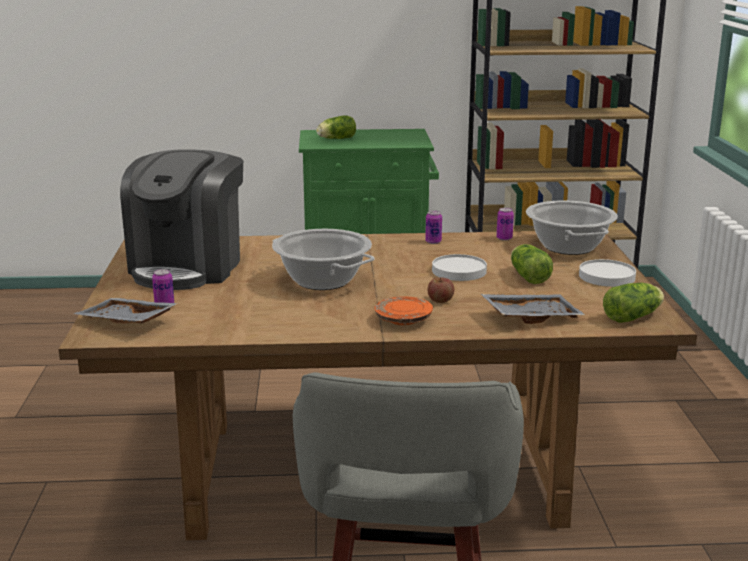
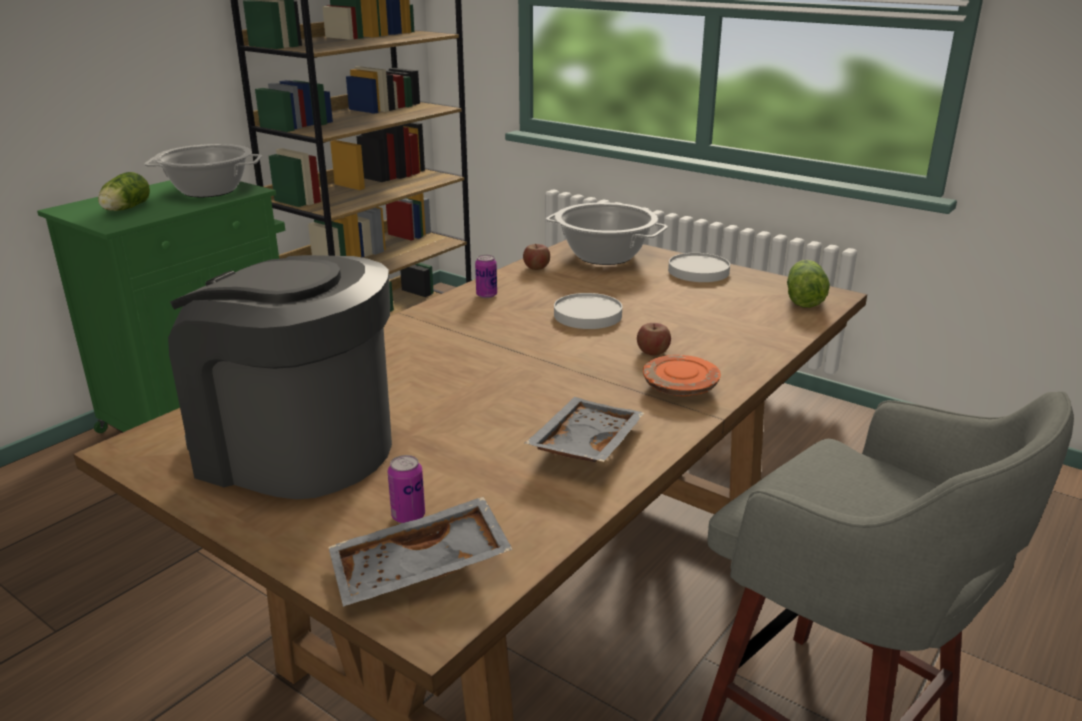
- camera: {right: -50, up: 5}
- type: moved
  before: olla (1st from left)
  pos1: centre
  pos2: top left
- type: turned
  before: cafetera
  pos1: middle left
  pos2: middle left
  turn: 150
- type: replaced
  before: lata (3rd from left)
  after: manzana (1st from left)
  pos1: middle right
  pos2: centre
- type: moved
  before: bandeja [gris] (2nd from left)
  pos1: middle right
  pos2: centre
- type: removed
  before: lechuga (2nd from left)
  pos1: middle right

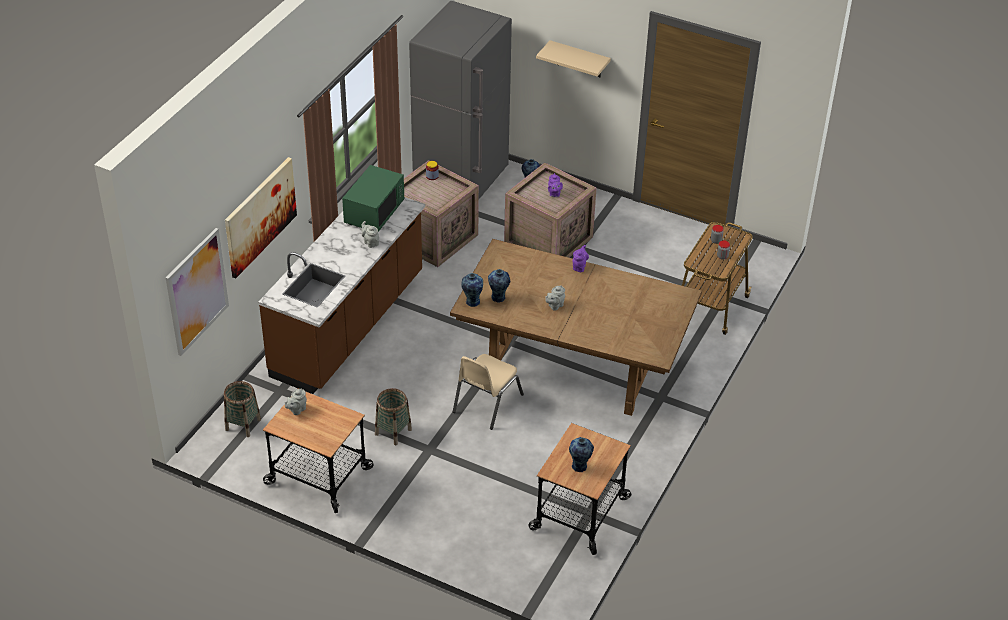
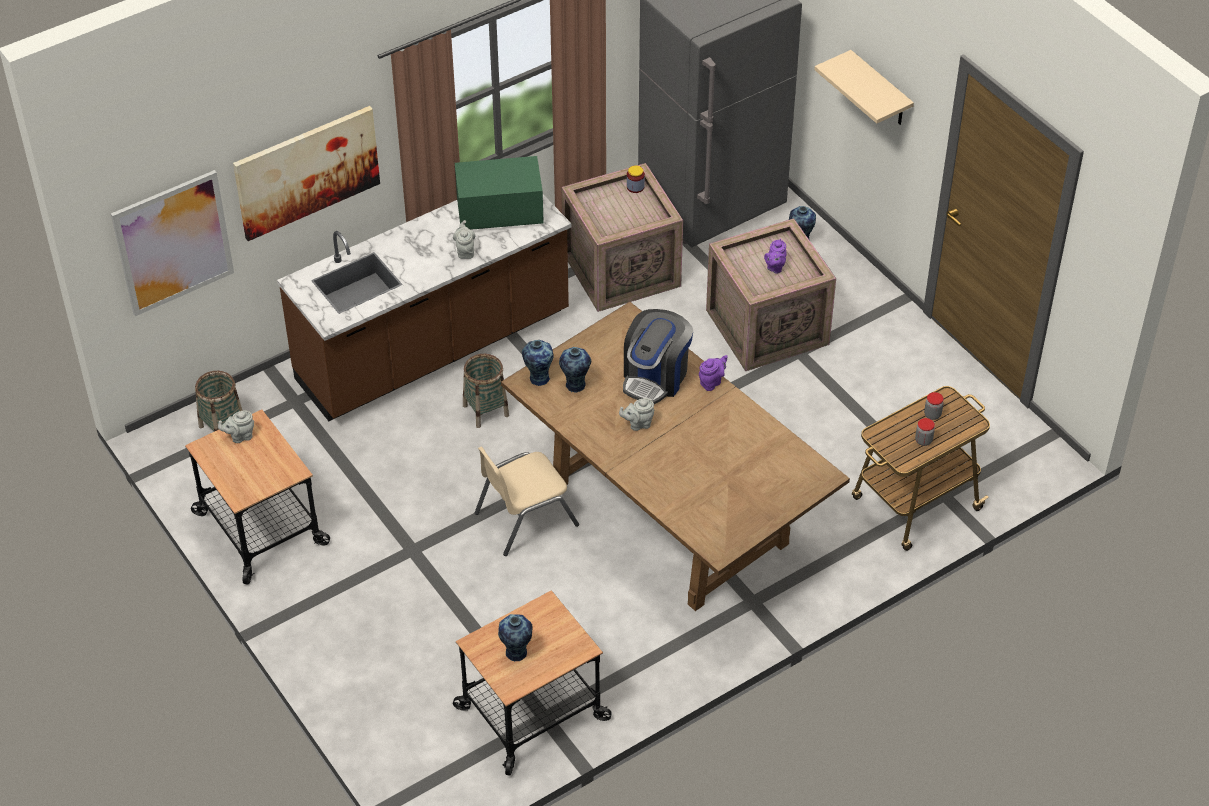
- camera: {right: 30, up: 5}
- type: turned
  before: microondas [verde]
  pos1: top centre
  pos2: top centre
  turn: -150
- type: moved
  before: cesta (2nd from left)
  pos1: bottom centre
  pos2: centre
- type: added
  after: cafetera
  pos2: centre

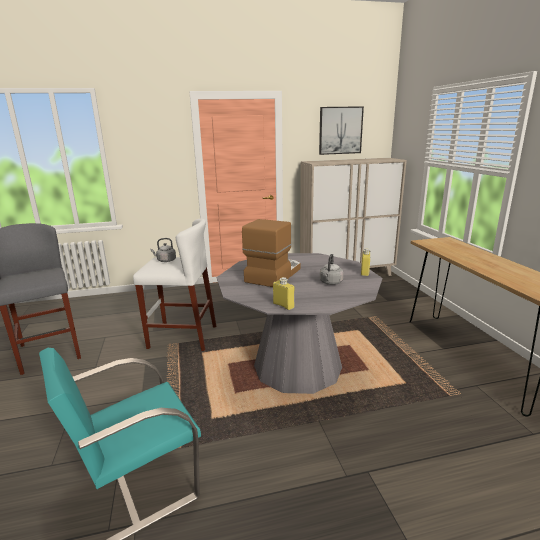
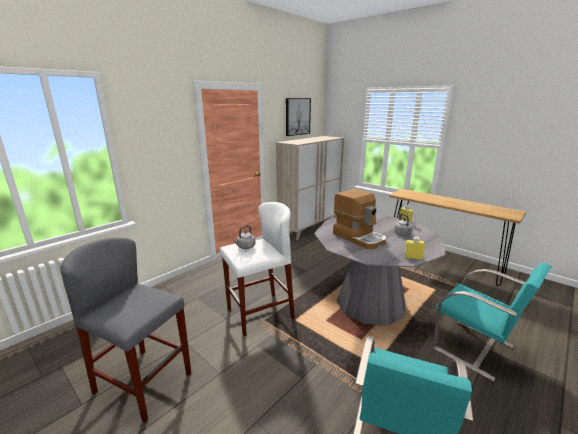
- camera: {right: -35, up: 0}
- type: turned
  before: cafetera
  pos1: centre
  pos2: centre
  turn: 150
- type: added
  after: silla [turquesa] (2nd from left)
  pos2: bottom right

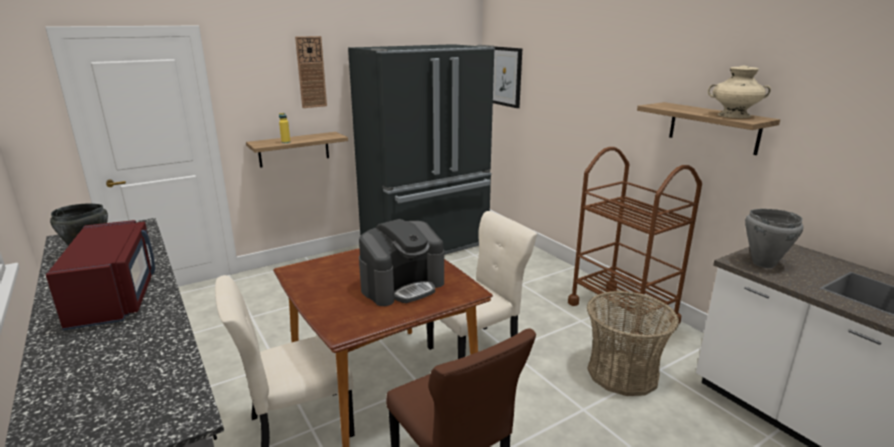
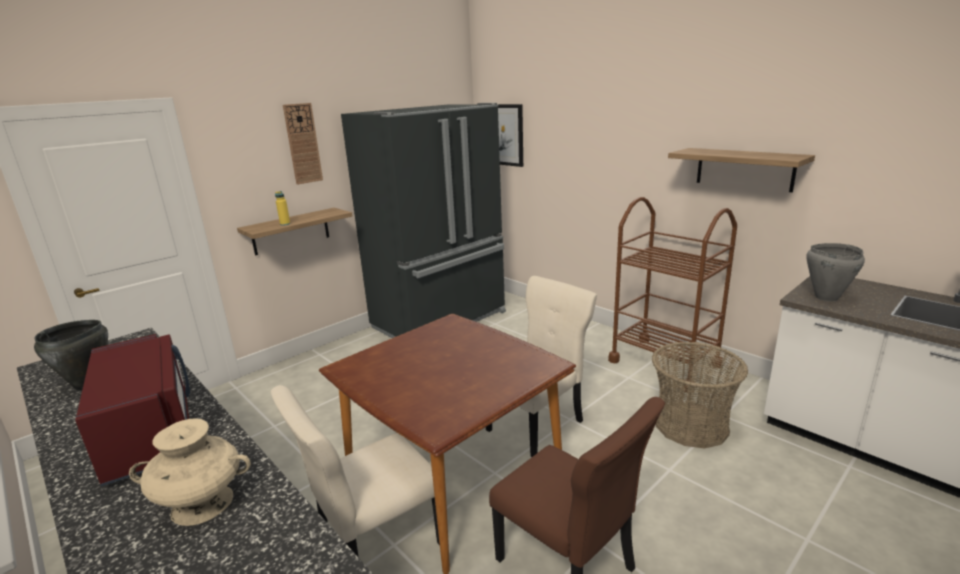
- camera: {right: -10, up: 0}
- type: moved
  before: florero [beis]
  pos1: top right
  pos2: bottom left
- type: removed
  before: cafetera
  pos1: centre

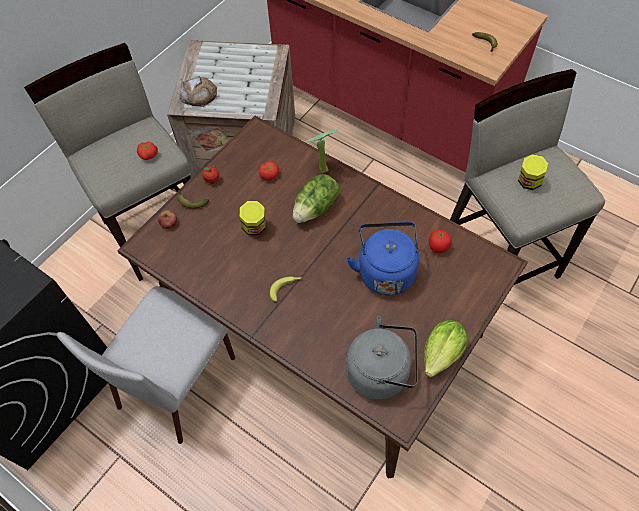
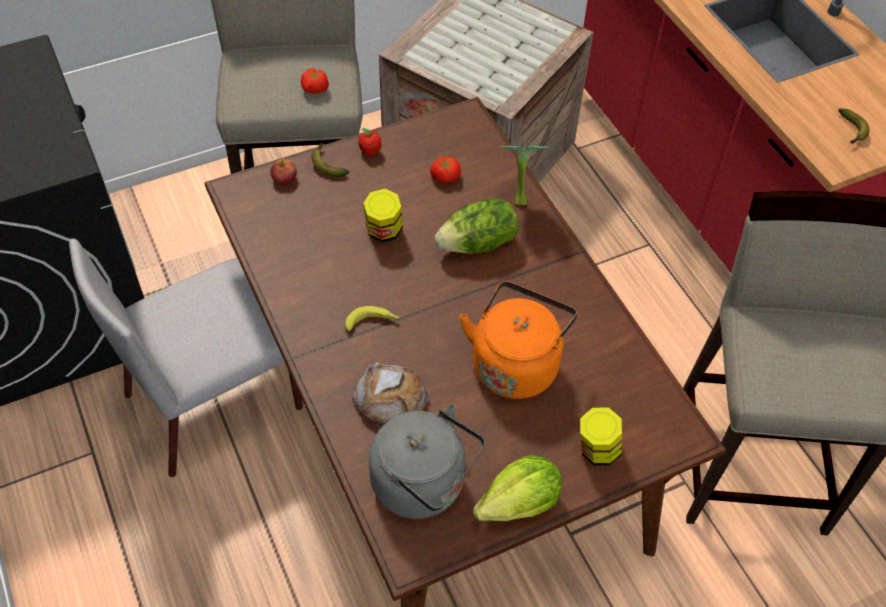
- camera: {right: 25, up: -5}
- type: moved
  before: pan
  pos1: top left
  pos2: centre
- type: recoloured
  before: hervidor [azul]
  after: hervidor [naranja]
  pos1: centre
  pos2: centre
- type: moved
  before: tarro (2nd from left)
  pos1: middle right
  pos2: bottom right
- type: removed
  before: tomate (3rd from left)
  pos1: middle right

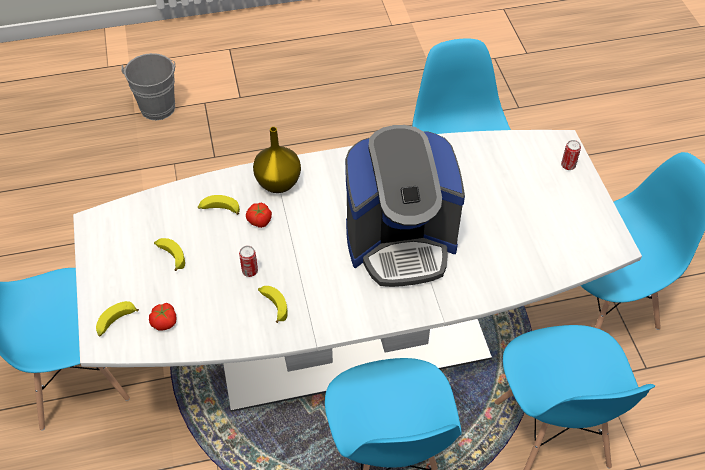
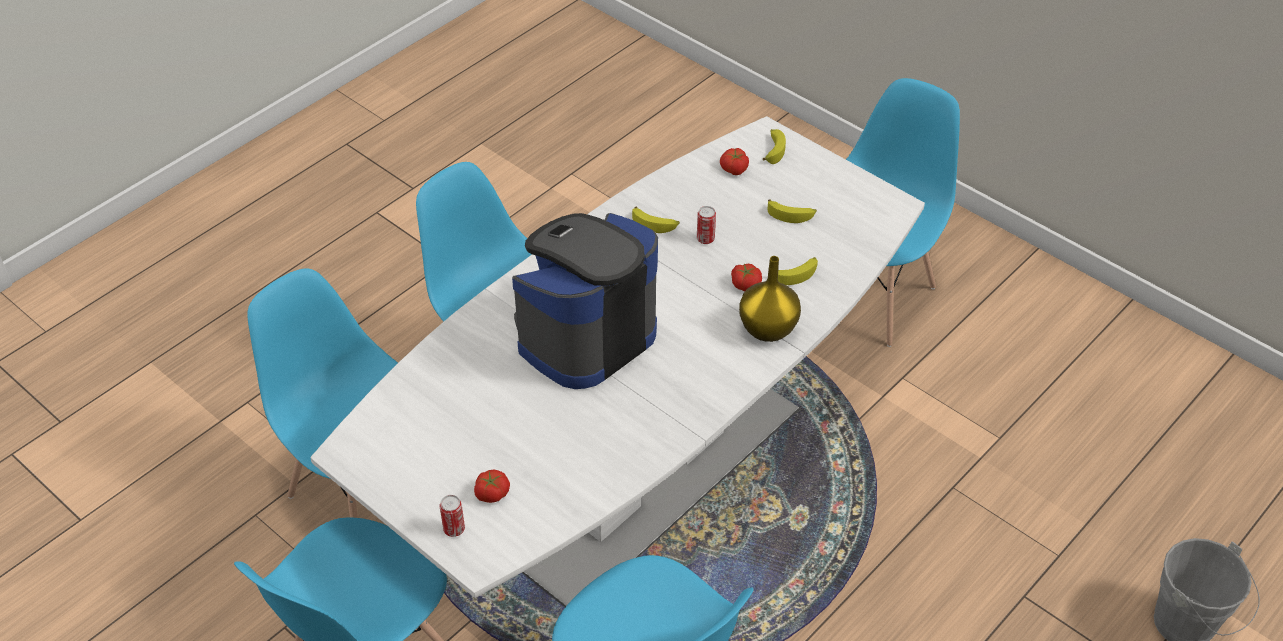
- camera: {right: 145, up: -5}
- type: added
  after: tomate (1st from left)
  pos2: bottom centre

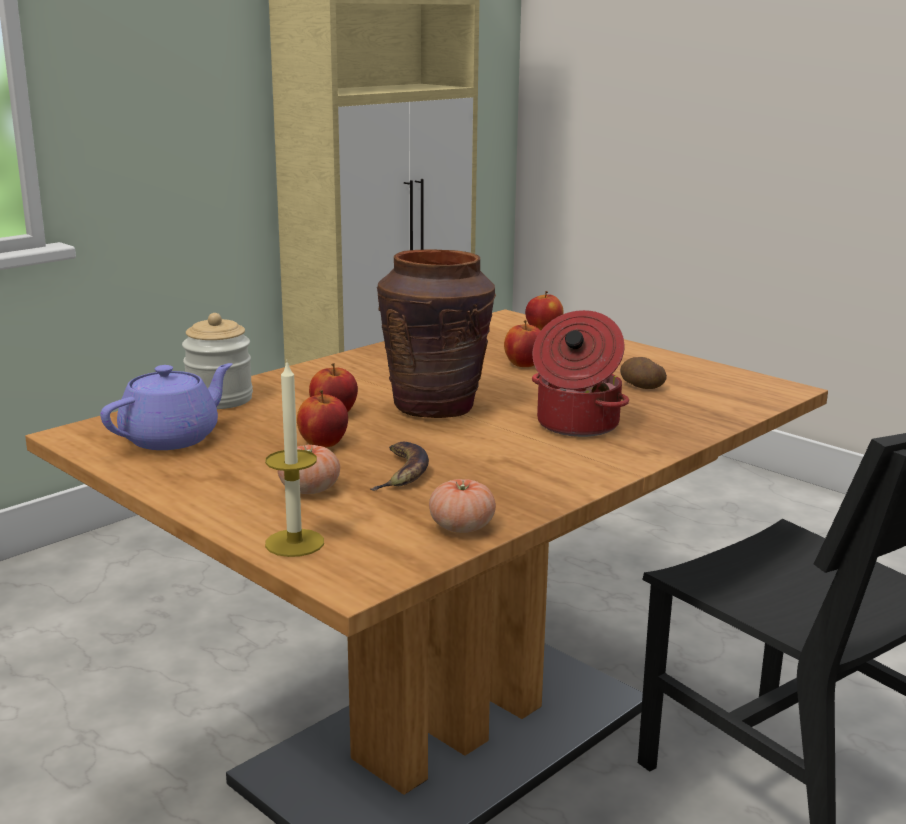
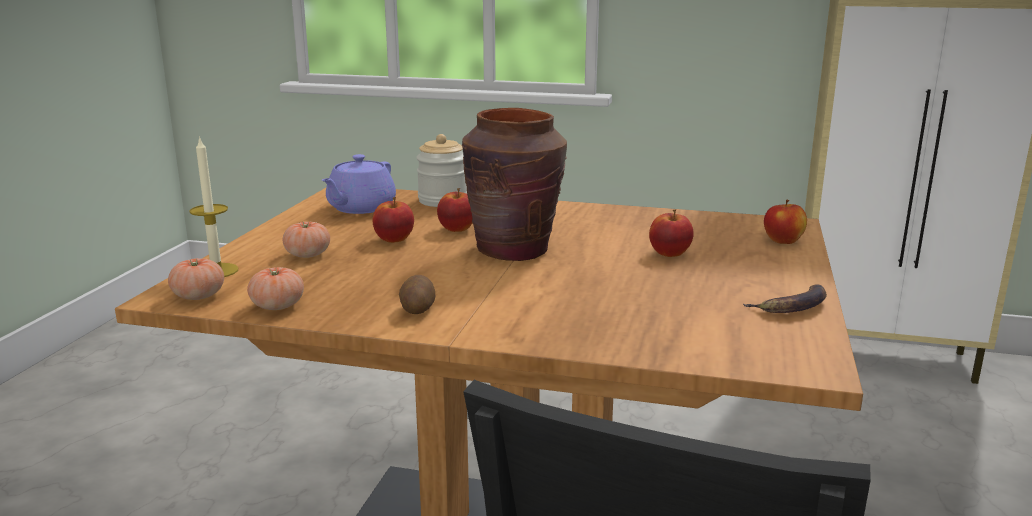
- camera: {right: 60, up: 0}
- type: added
  after: tomate (1st from left)
  pos2: middle left
- type: turned
  before: tetera [morado]
  pos1: middle left
  pos2: centre
  turn: 105
- type: moved
  before: patata
  pos1: middle right
  pos2: centre
- type: moved
  before: plátano
  pos1: centre
  pos2: middle right
- type: removed
  before: olla
  pos1: centre

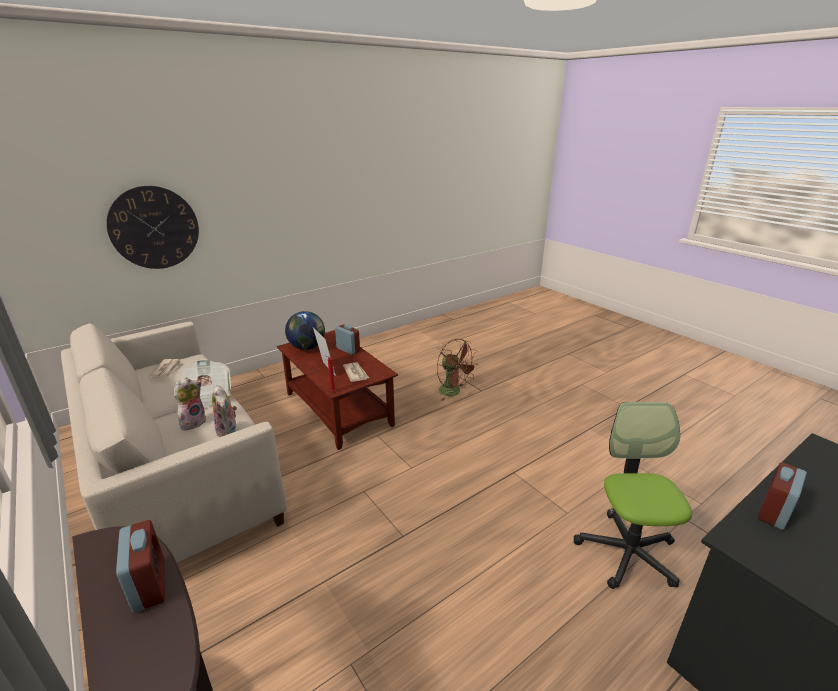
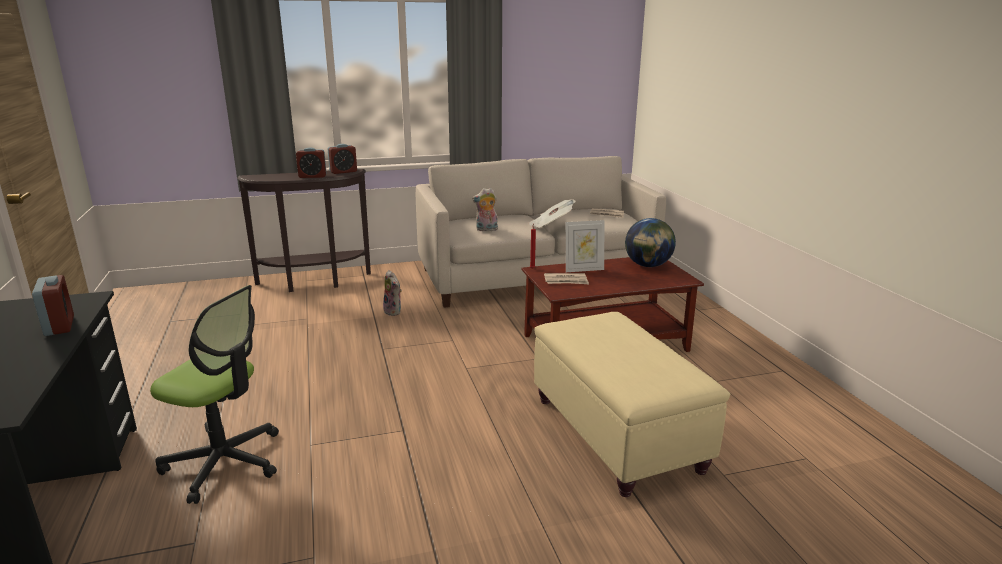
- camera: {right: 110, up: -5}
- type: moved
  before: despertador (2nd from left in the first image)
  after: despertador (3rd from left)
  pos1: centre
  pos2: top centre
- type: moved
  before: peluche (1st from left)
  pos1: middle left
  pos2: centre
- type: replaced
  before: ventilador [marrón]
  after: puf [beis]
  pos1: centre
  pos2: bottom centre
- type: removed
  before: reloj de pared
  pos1: top left

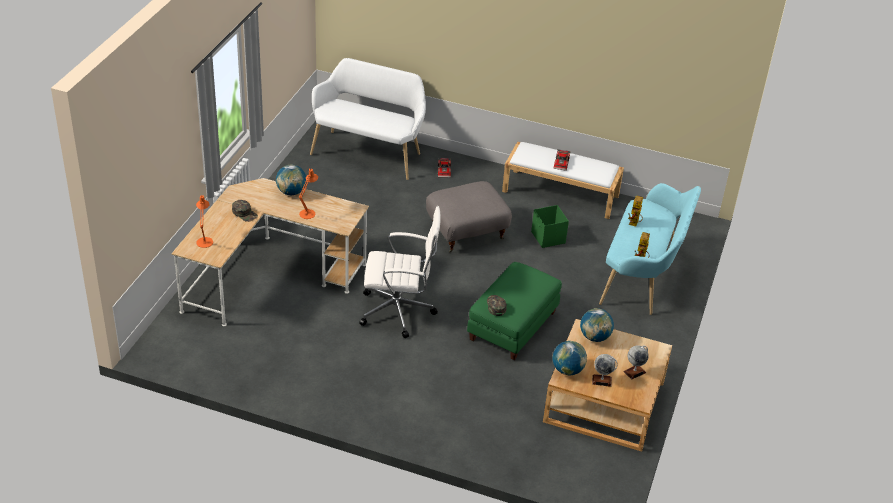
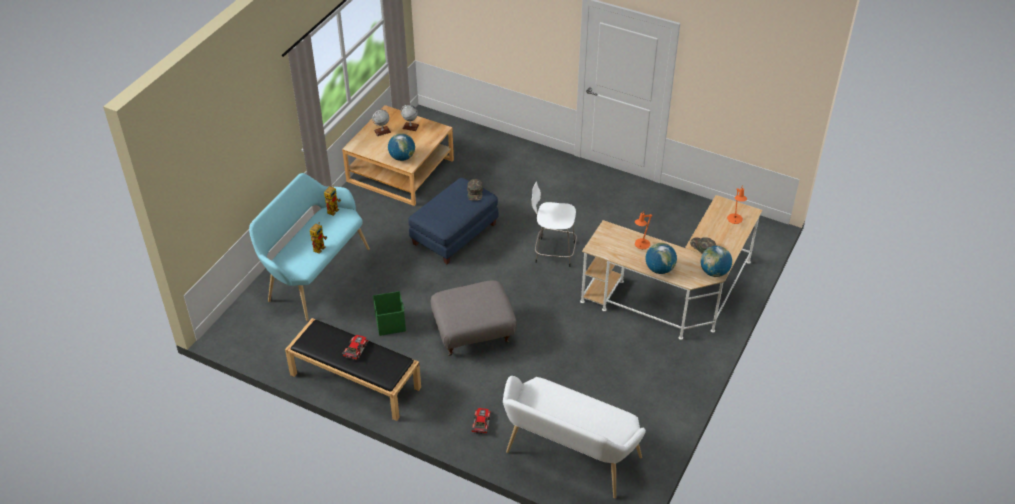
- camera: {right: -170, up: 5}
- type: recoloured
  before: banco [blanco] (2nd from left)
  after: banco [negro]
  pos1: centre
  pos2: bottom centre
- type: recoloured
  before: puf [verde]
  after: puf [azul]
  pos1: centre
  pos2: centre
- type: replaced
  before: silla de oficina [blanco]
  after: taburete [blanco]
  pos1: centre
  pos2: centre
- type: moved
  before: globo terráqueo (2nd from left in the first image)
  after: globo terráqueo (5th from left)
  pos1: bottom centre
  pos2: middle right

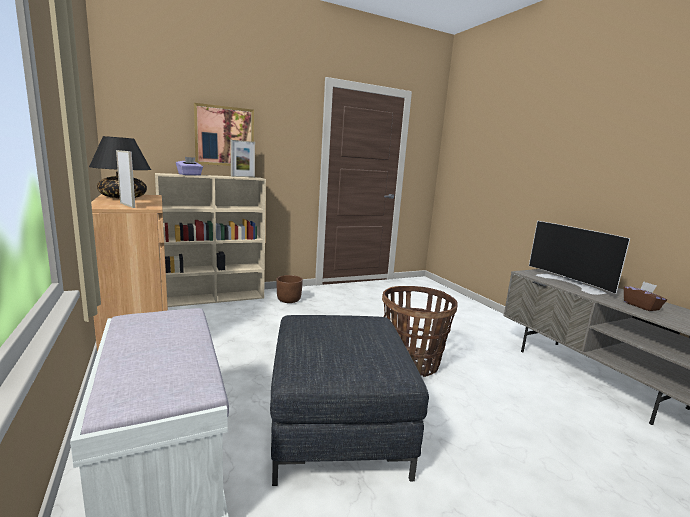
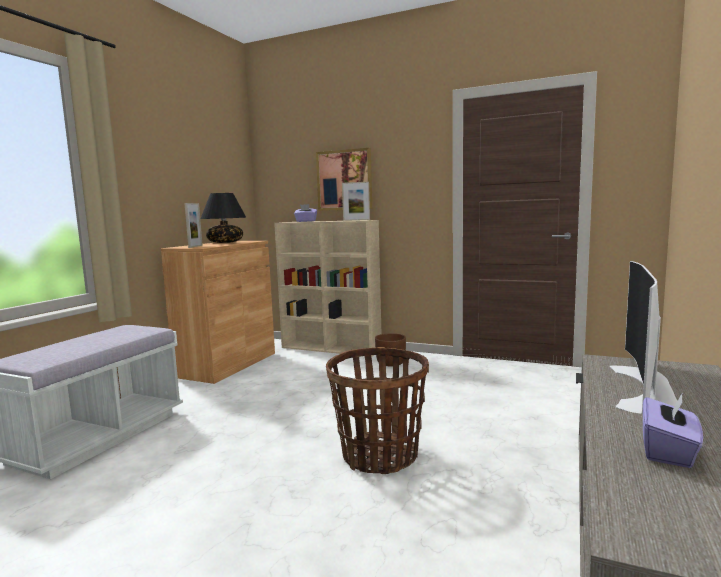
- camera: {right: 50, up: -5}
- type: recoloured
  before: caja de pañuelos [marrón]
  after: caja de pañuelos [morado] (2nd from left)
  pos1: middle right
  pos2: bottom right
- type: removed
  before: puf [gris]
  pos1: bottom centre

